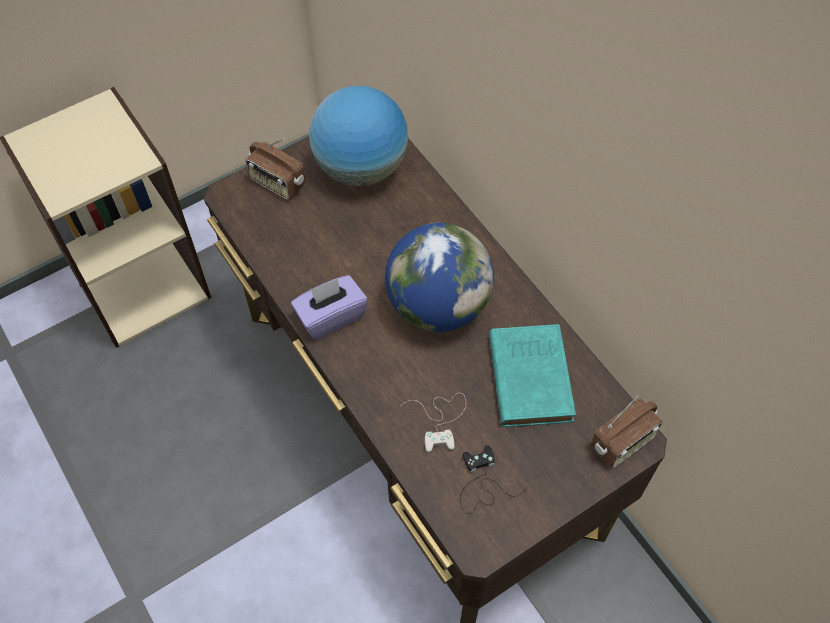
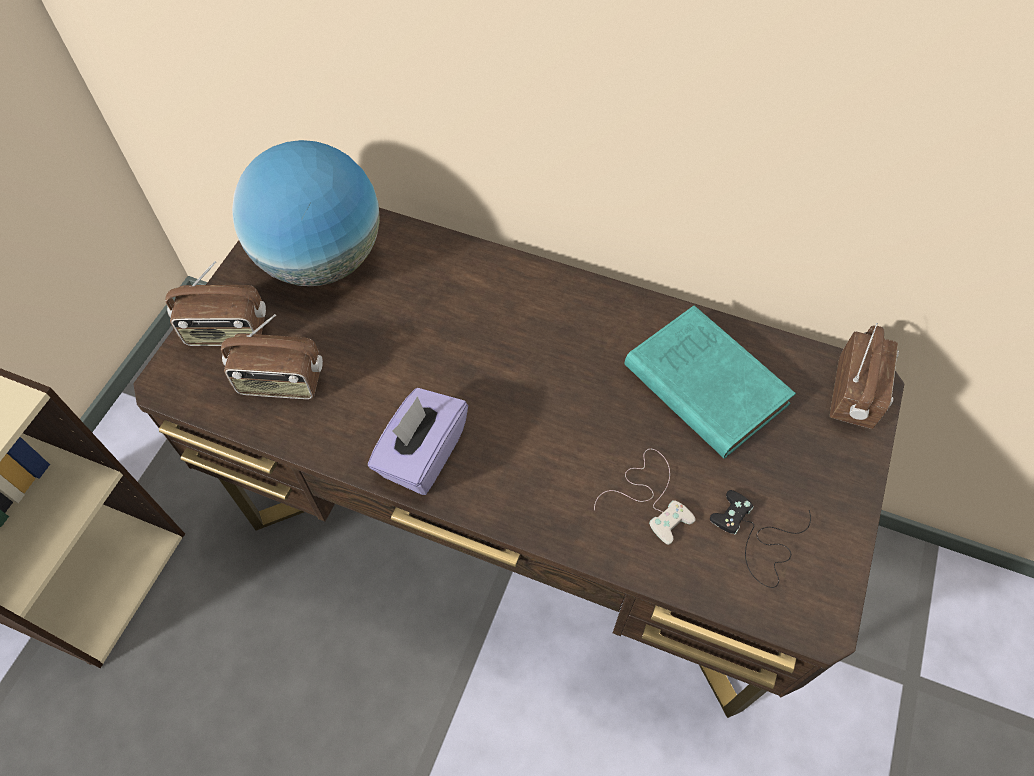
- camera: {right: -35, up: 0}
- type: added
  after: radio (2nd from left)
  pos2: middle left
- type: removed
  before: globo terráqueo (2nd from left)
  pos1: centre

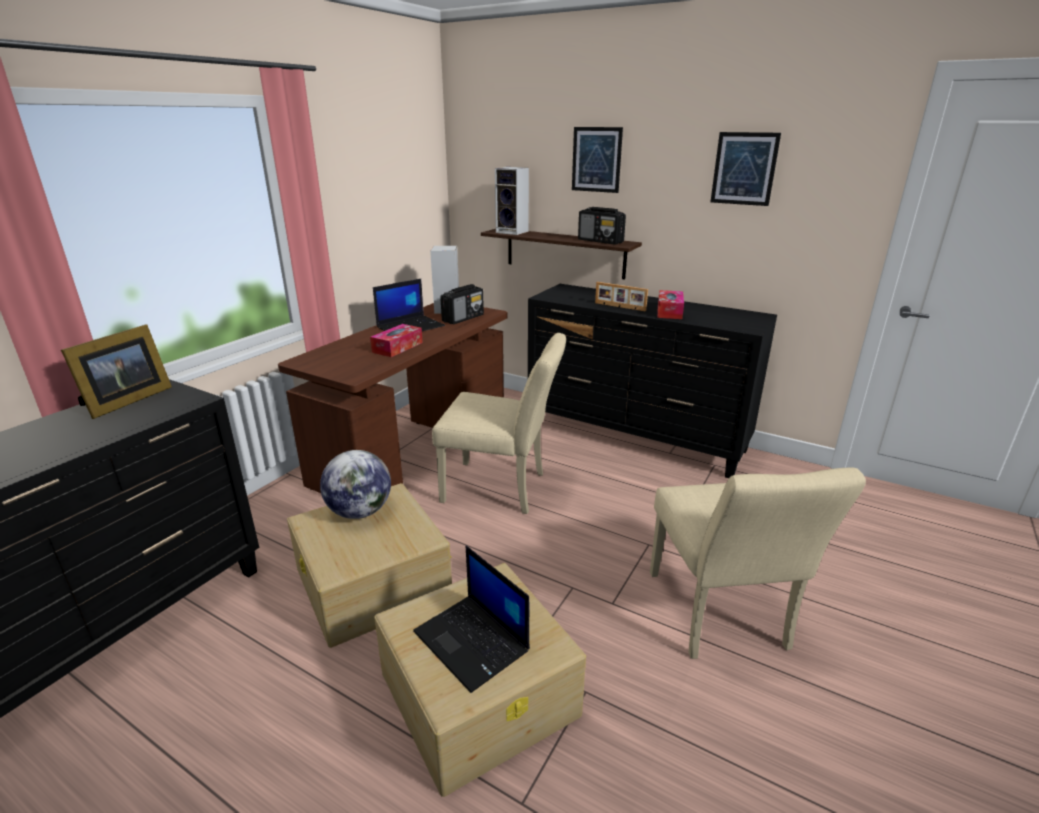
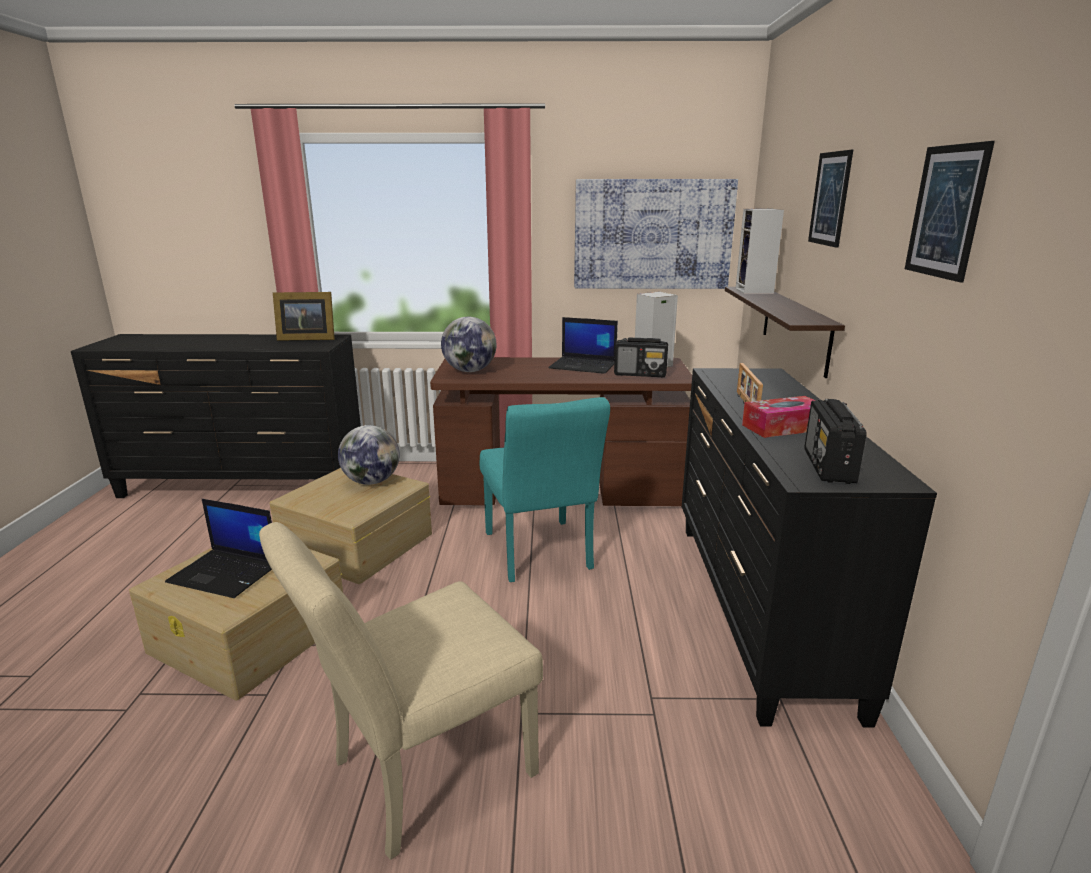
- camera: {right: 60, up: -5}
- type: turned
  before: portátil (2nd from left in the first image)
  pos1: bottom centre
  pos2: middle left
  turn: -90
- type: added
  after: globo terráqueo (2nd from left)
  pos2: centre
- type: recoloured
  before: silla [beis] (1st from left)
  after: silla [turquesa]
  pos1: centre
  pos2: centre
- type: added
  after: cuadro (1st from left)
  pos2: top centre
- type: moved
  before: radio (2nd from left)
  pos1: top centre
  pos2: middle right
- type: removed
  before: caja de pañuelos (1st from left)
  pos1: centre

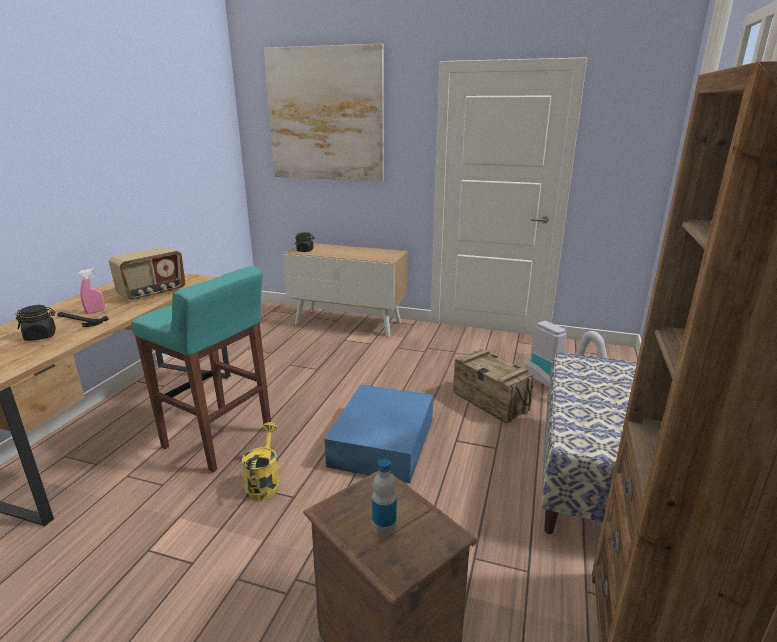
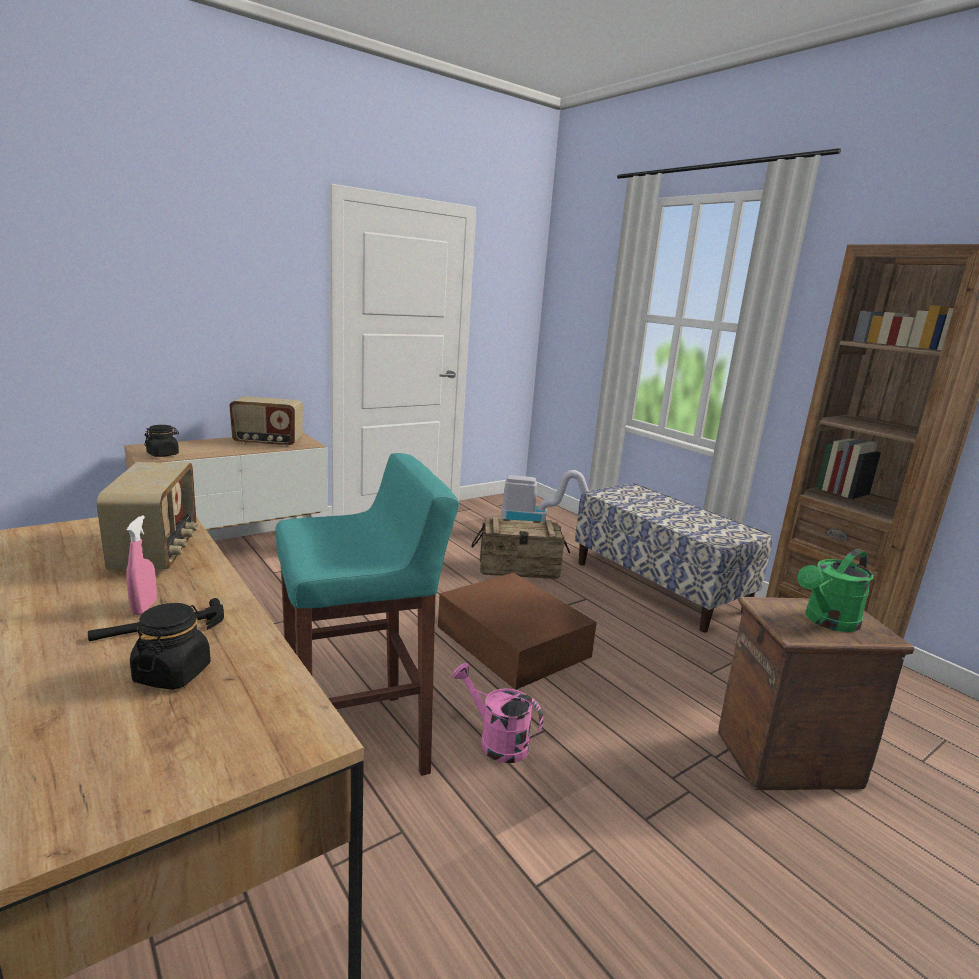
- camera: {right: -55, up: -5}
- type: added
  after: radio (2nd from left)
  pos2: middle left
- type: recoloured
  before: caja de almacenaje [azul]
  after: caja de almacenaje [marrón]
  pos1: bottom centre
  pos2: centre
- type: recoloured
  before: regadera [amarillo]
  after: regadera [rosa]
  pos1: bottom centre
  pos2: bottom centre
- type: replaced
  before: botella
  after: regadera [verde]
  pos1: bottom centre
  pos2: middle right
- type: removed
  before: cuadro
  pos1: top centre

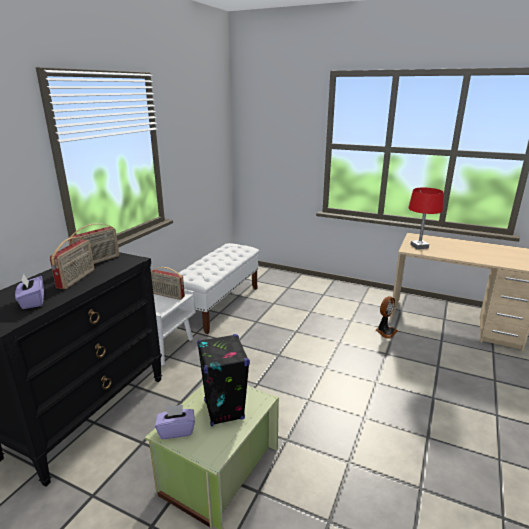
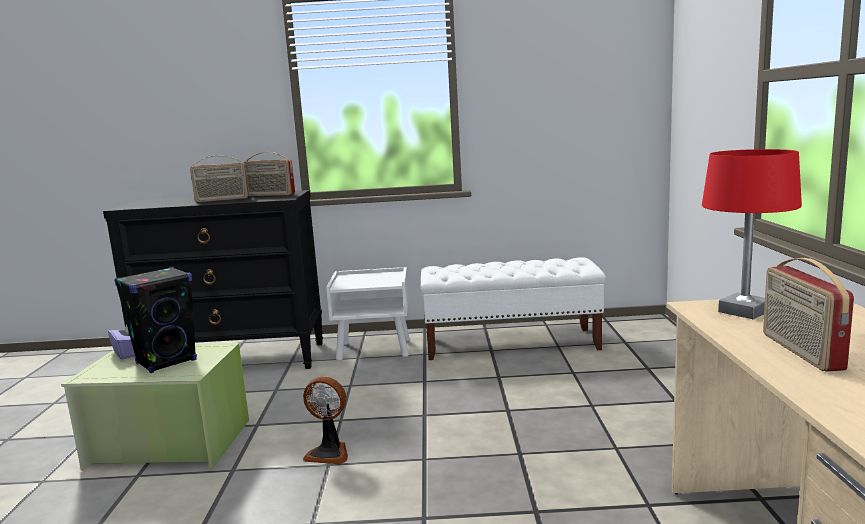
- camera: {right: 65, up: -10}
- type: moved
  before: ventilador
  pos1: middle right
  pos2: bottom centre
- type: moved
  before: radio (3rd from left)
  pos1: middle left
  pos2: middle right
- type: removed
  before: caja de pañuelos [morado] (1st from left)
  pos1: middle left

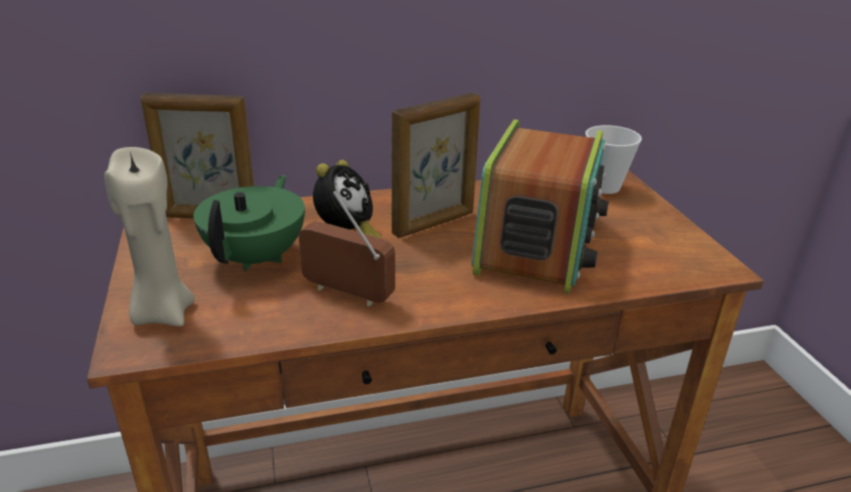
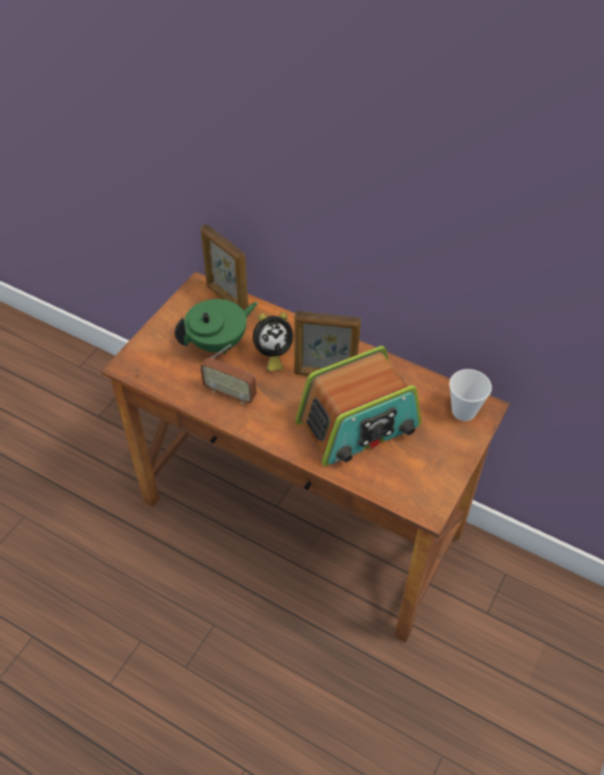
- camera: {right: 45, up: 20}
- type: turned
  before: radio (1st from left)
  pos1: centre
  pos2: centre
  turn: 135
- type: removed
  before: vela [beis]
  pos1: middle left

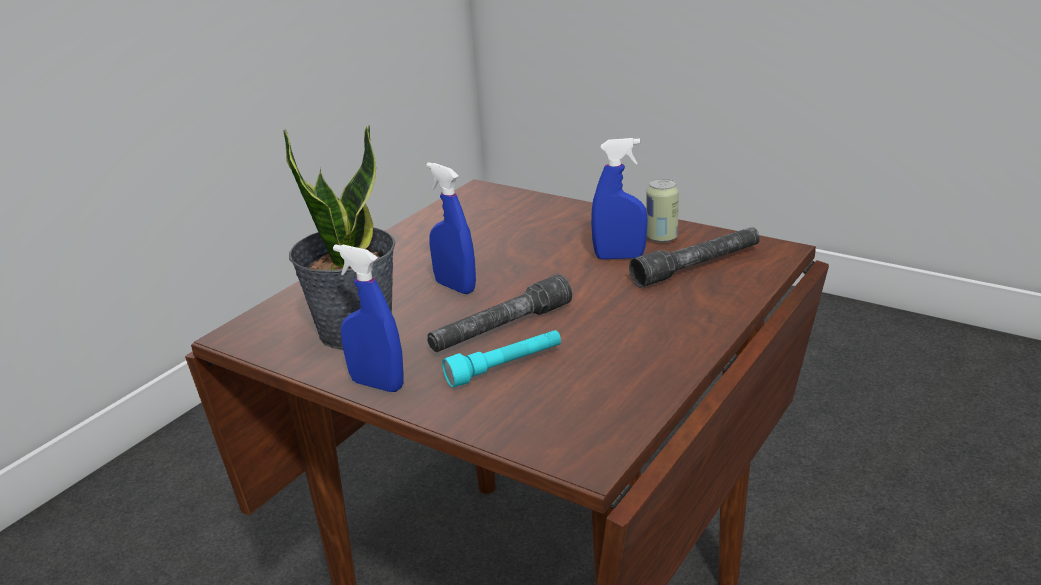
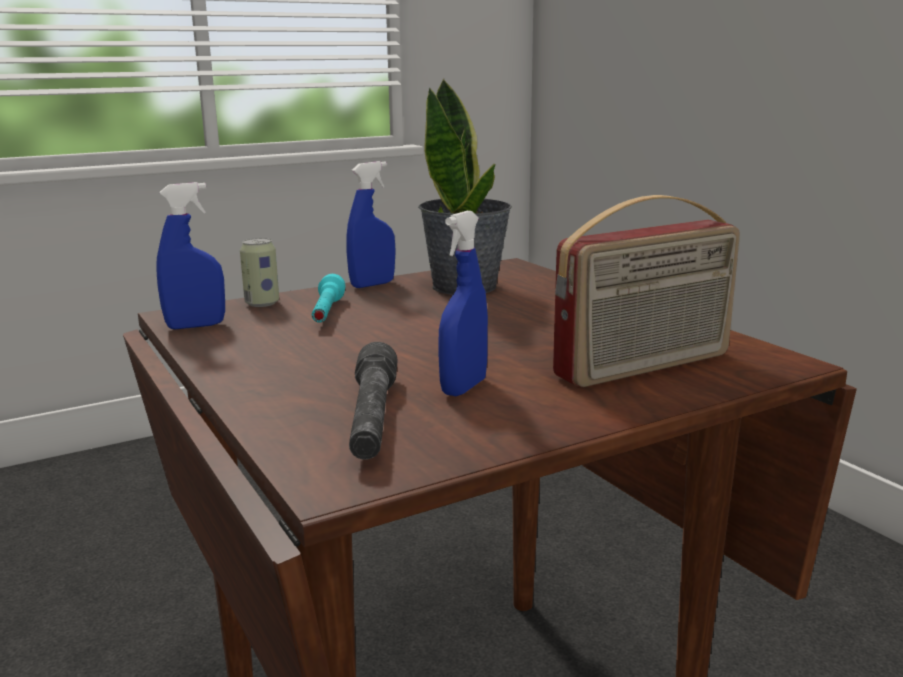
- camera: {right: 115, up: -10}
- type: moved
  before: pulverizador [azul] (2nd from left in the first image)
  after: pulverizador [azul] (1st from left)
  pos1: centre
  pos2: middle left
- type: moved
  before: lata
  pos1: centre
  pos2: middle left
- type: added
  after: radio
  pos2: middle right
- type: removed
  before: linterna [gris] (1st from left)
  pos1: centre

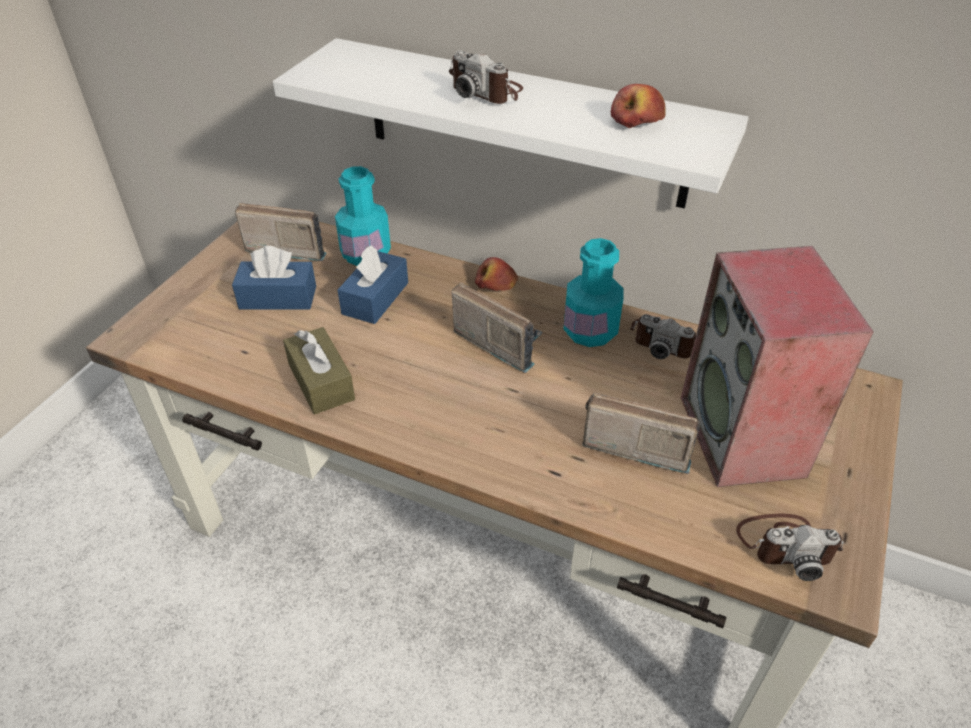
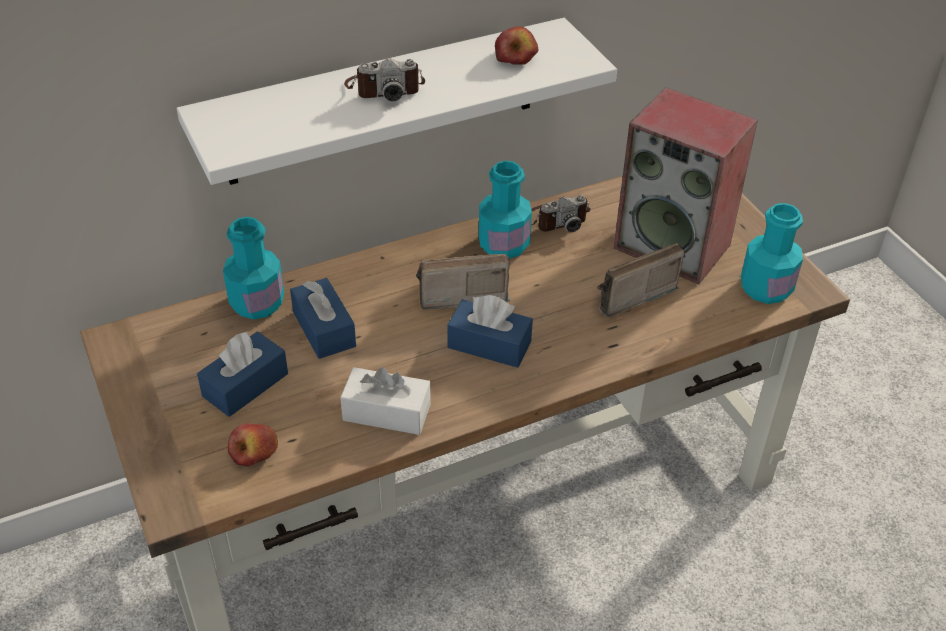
- camera: {right: -50, up: 0}
- type: moved
  before: manzana (1st from left)
  pos1: centre
  pos2: bottom left
- type: recoloured
  before: caja de pañuelos [marrón]
  after: caja de pañuelos [blanco]
  pos1: middle left
  pos2: centre
- type: added
  after: caja de pañuelos [azul] (3rd from left)
  pos2: centre
- type: replaced
  before: cámara (3rd from left)
  after: botella [turquesa] (3rd from left)
  pos1: bottom right
  pos2: middle right
- type: removed
  before: radio (1st from left)
  pos1: top left

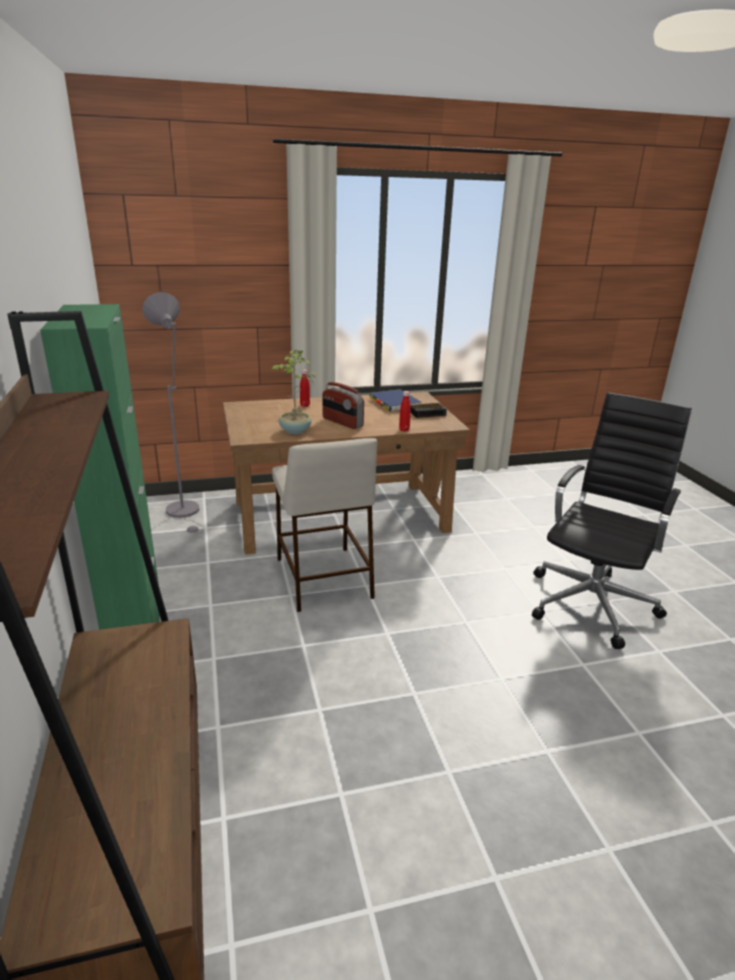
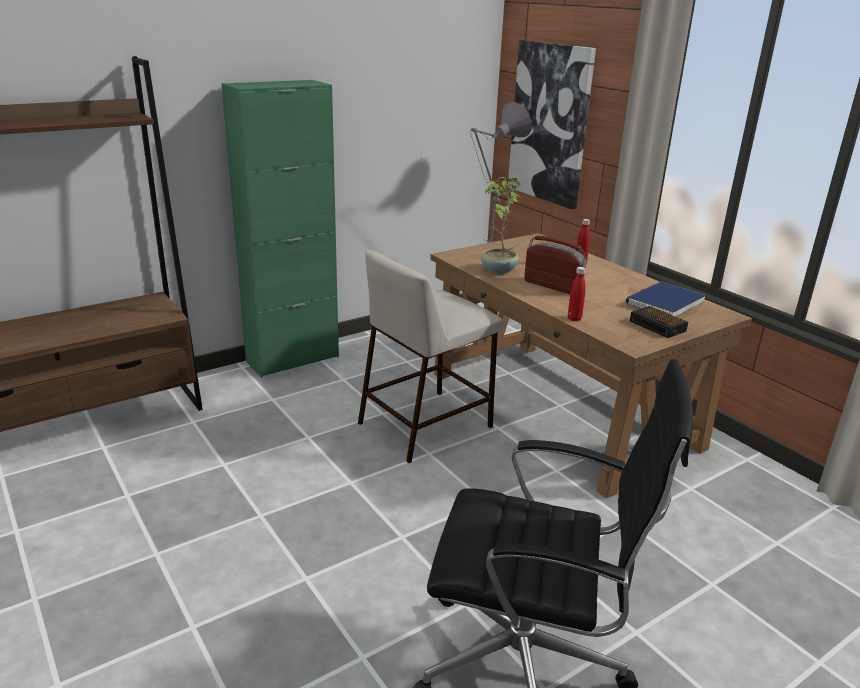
- camera: {right: 70, up: 0}
- type: added
  after: cuadro
  pos2: top centre
- type: turned
  before: radio
  pos1: centre
  pos2: centre
  turn: 105

